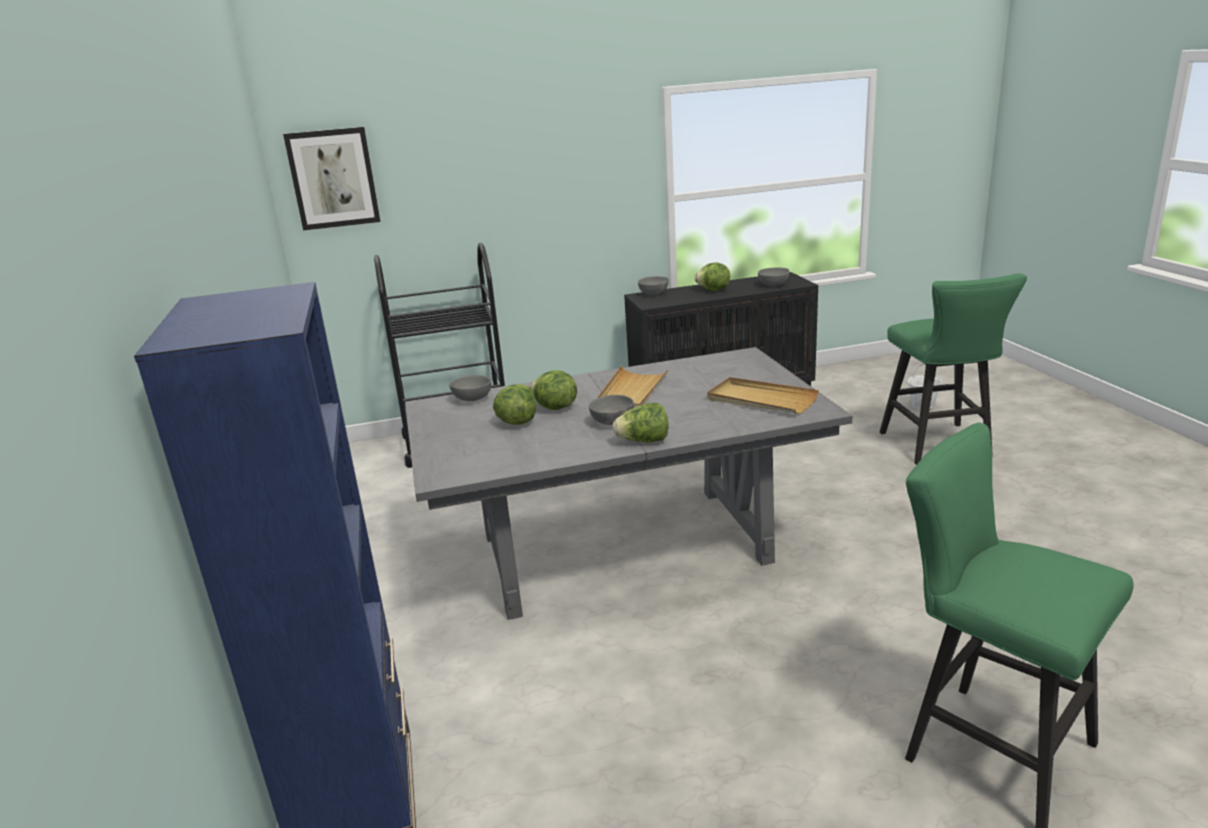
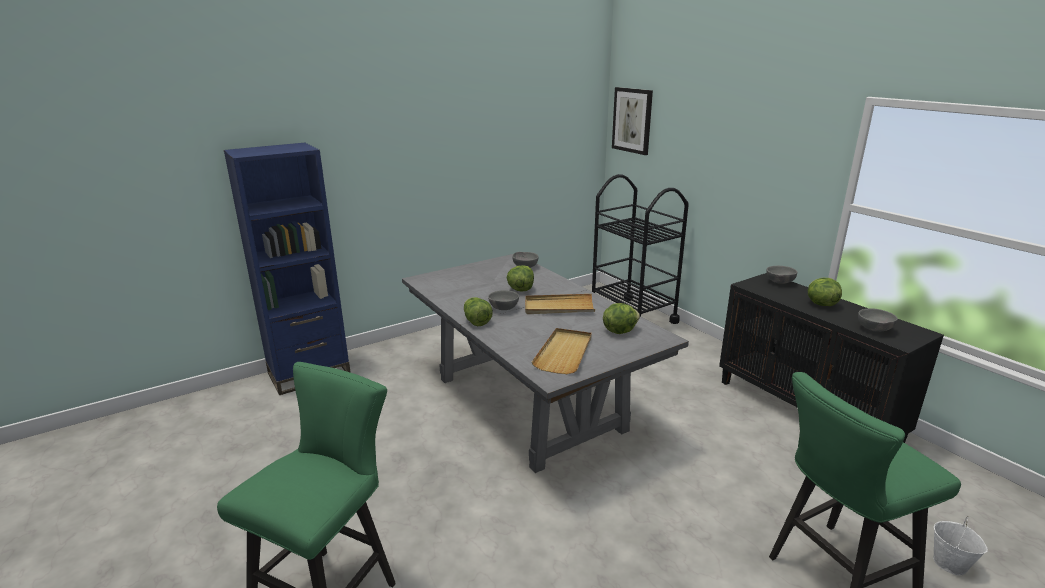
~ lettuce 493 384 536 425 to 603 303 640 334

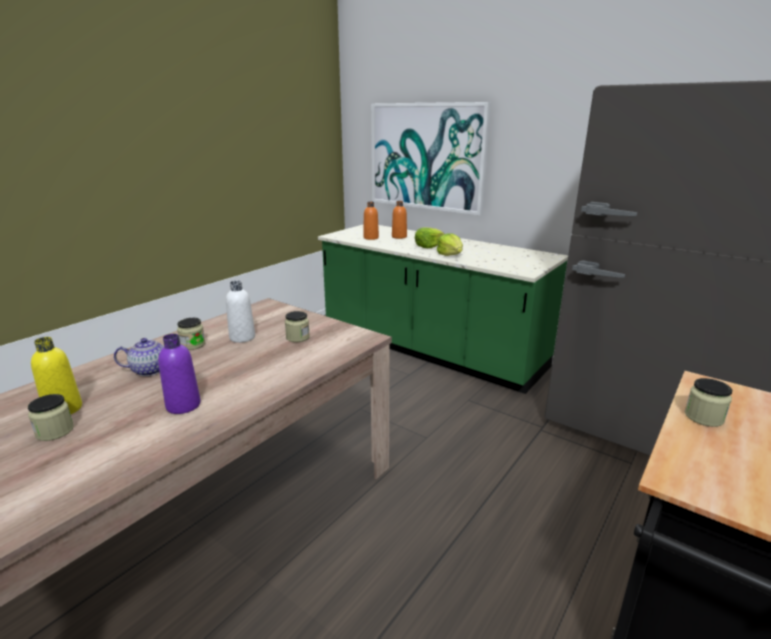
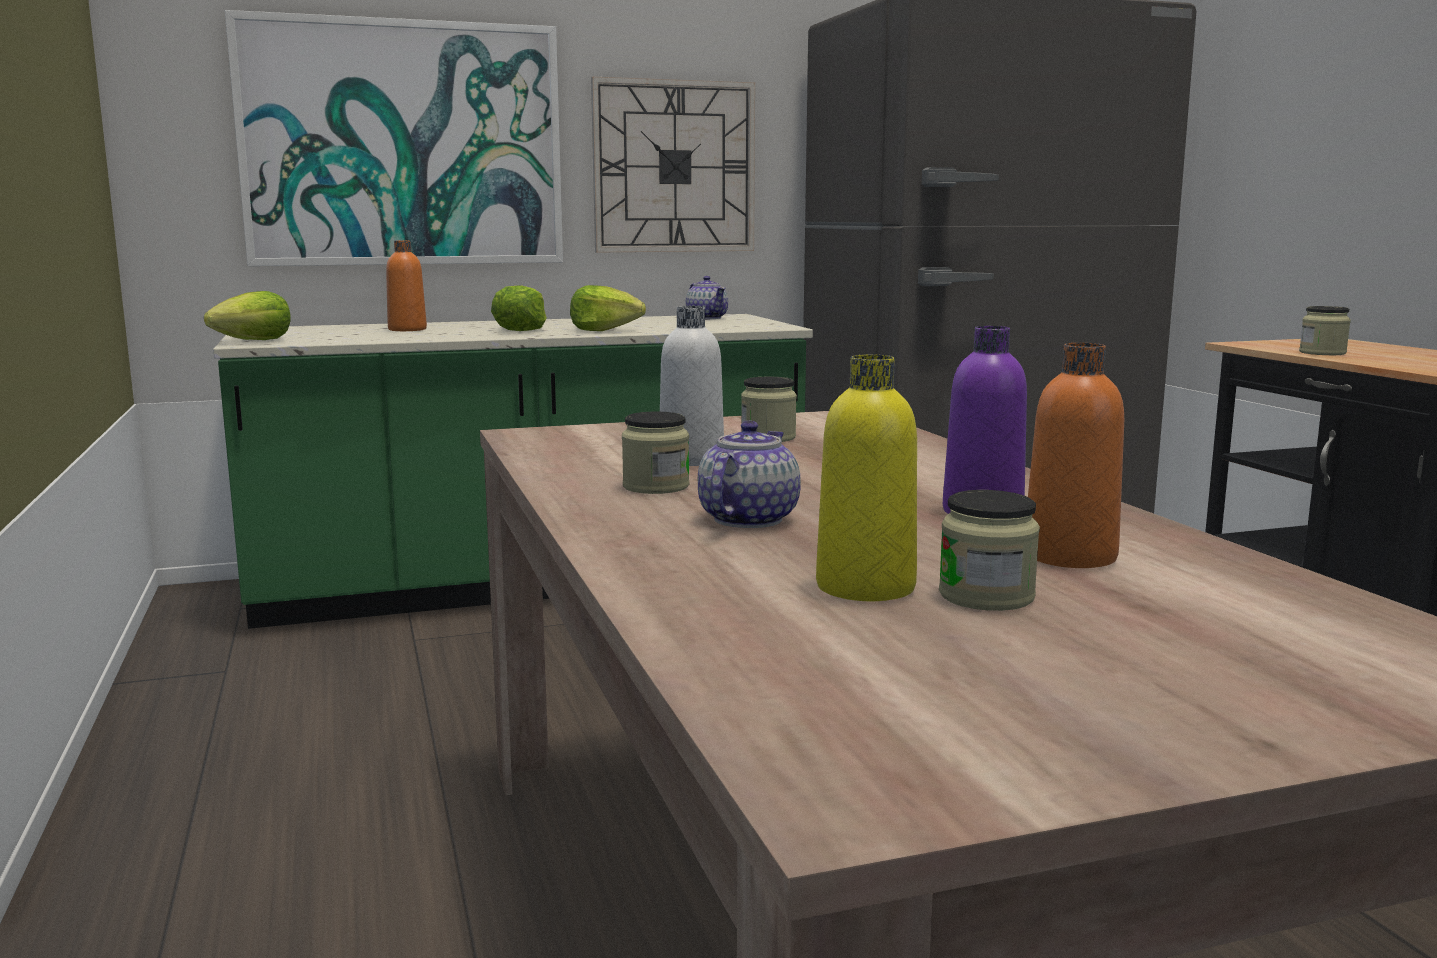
+ lettuce 204 291 291 340
+ hanging clock 591 77 755 253
+ teapot 686 276 728 319
~ orangey beverage bottle 363 202 379 240 to 1028 343 1124 568

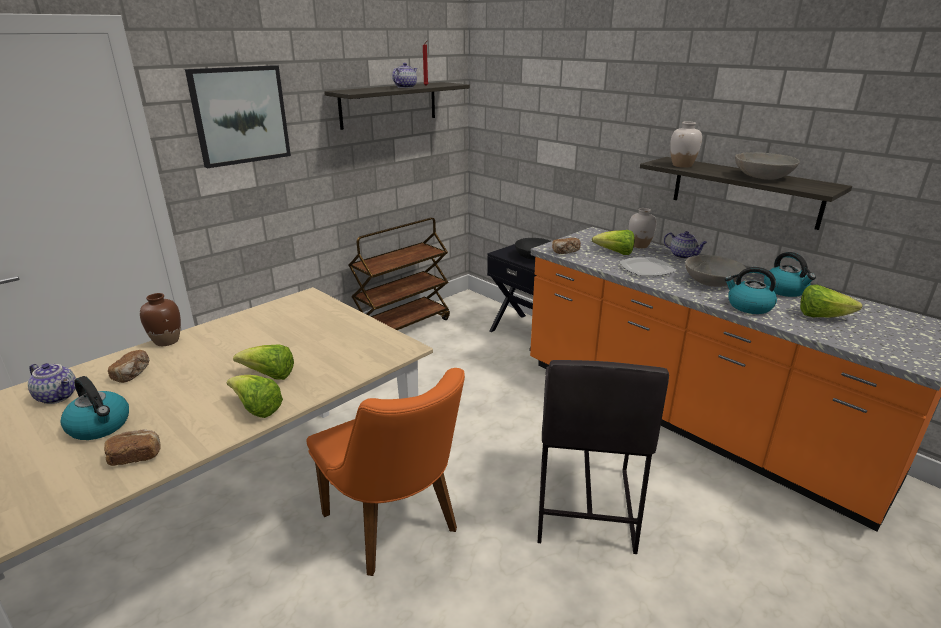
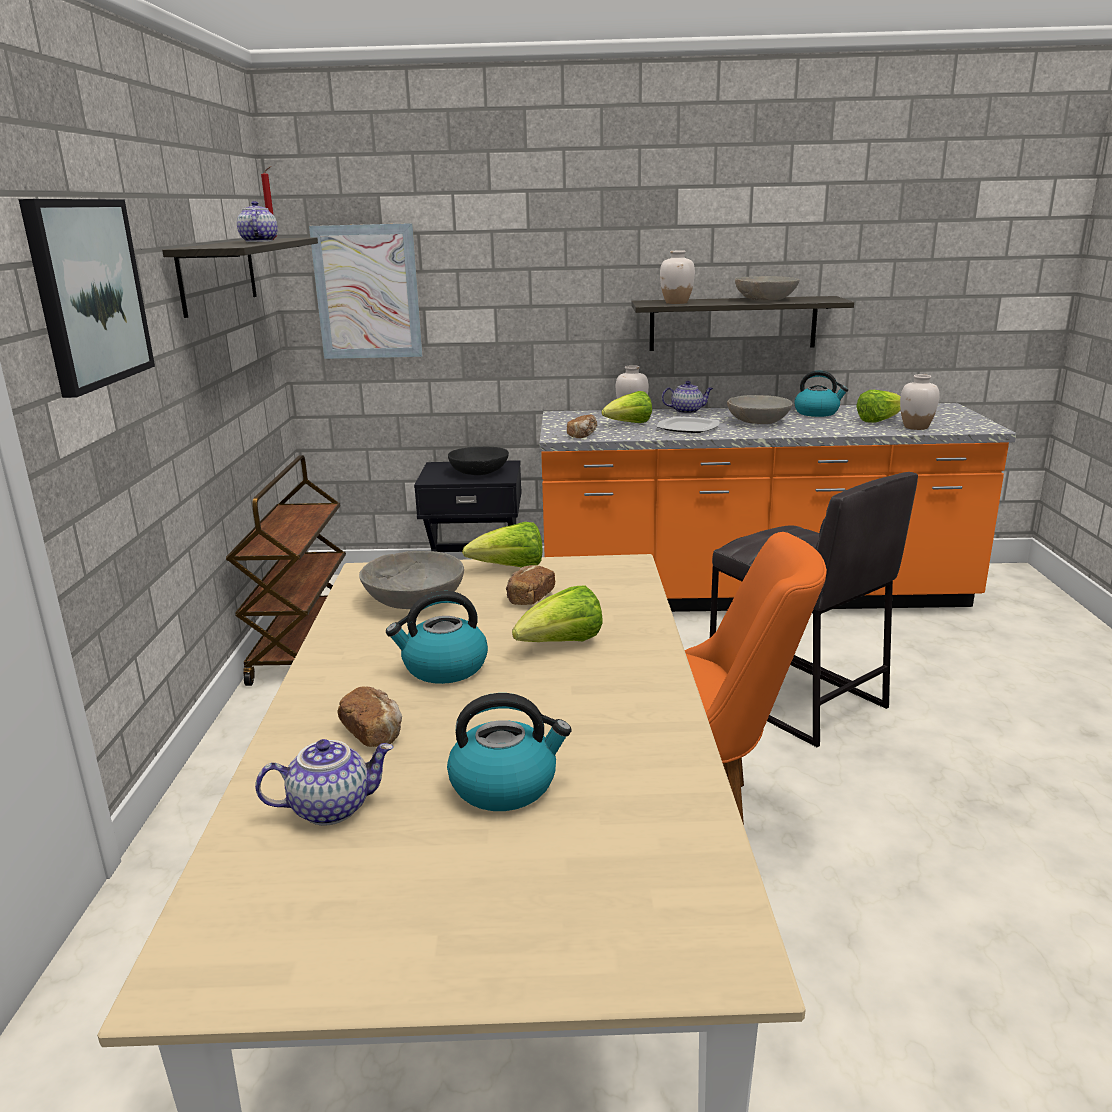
+ picture 309 223 422 359
+ greyish serving bowl 359 551 464 609
~ kettle 724 267 777 314 to 386 591 488 684
~ lettuce 227 375 283 418 to 462 522 542 568
~ bakery bread 104 429 161 466 to 506 565 555 605
+ white-coloured vase 900 374 940 430
- brown vase 140 293 181 346

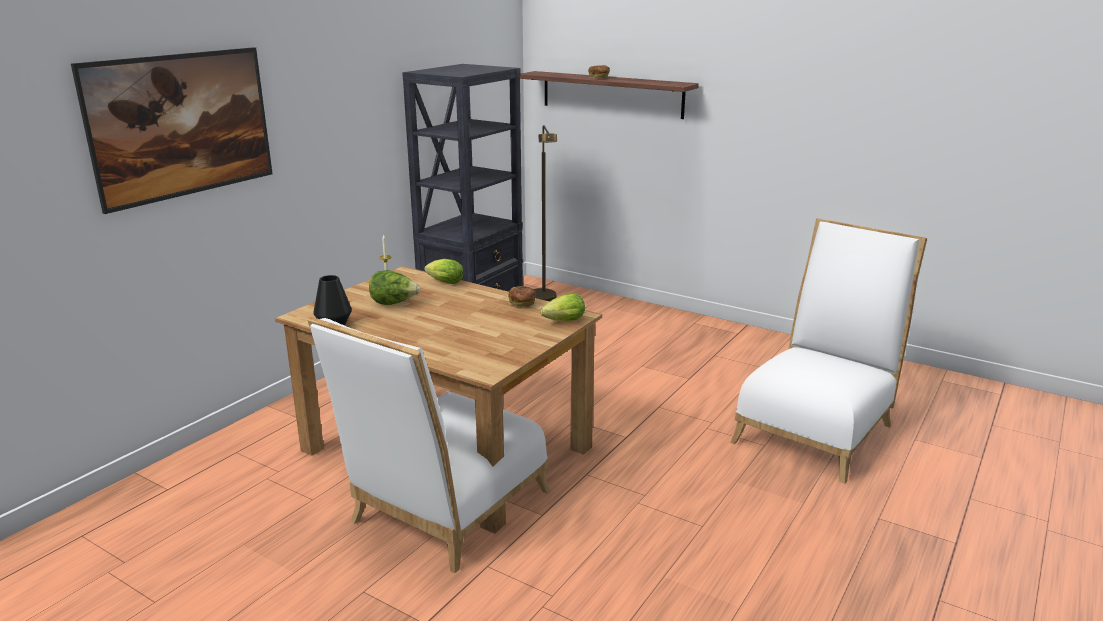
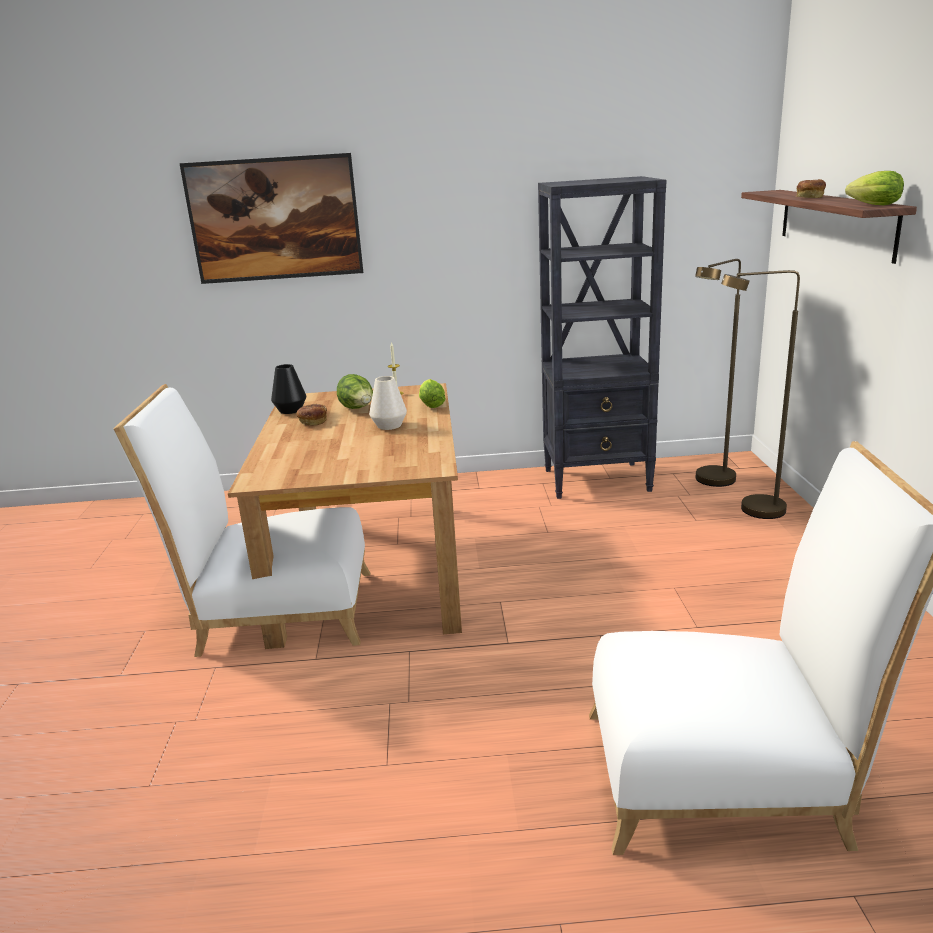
~ bakery bread 508 286 536 307 to 296 404 327 426
+ white-coloured vase 369 376 407 430
+ brown floor lamp 721 270 800 519
~ lettuce 540 293 585 321 to 845 171 904 205

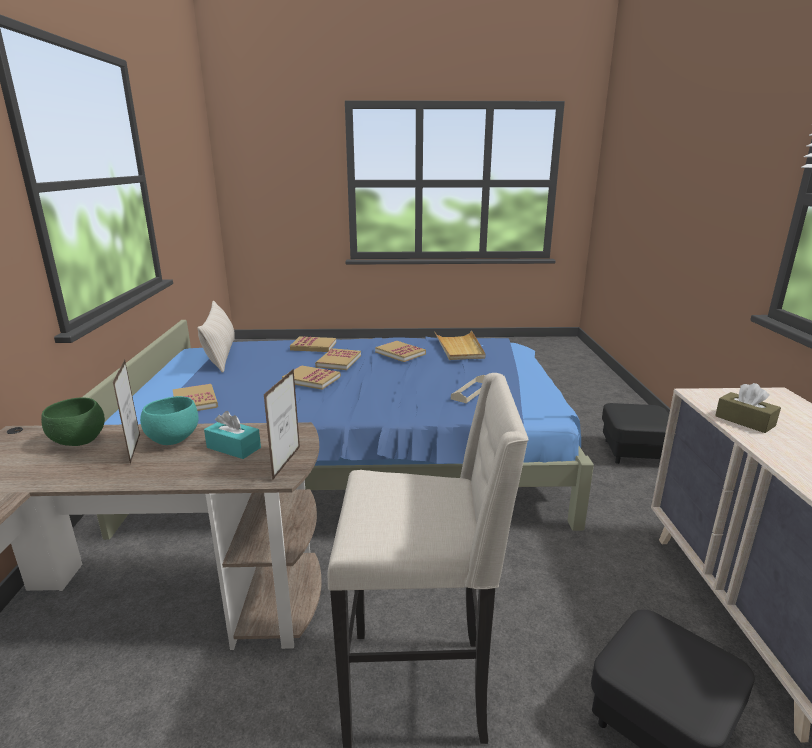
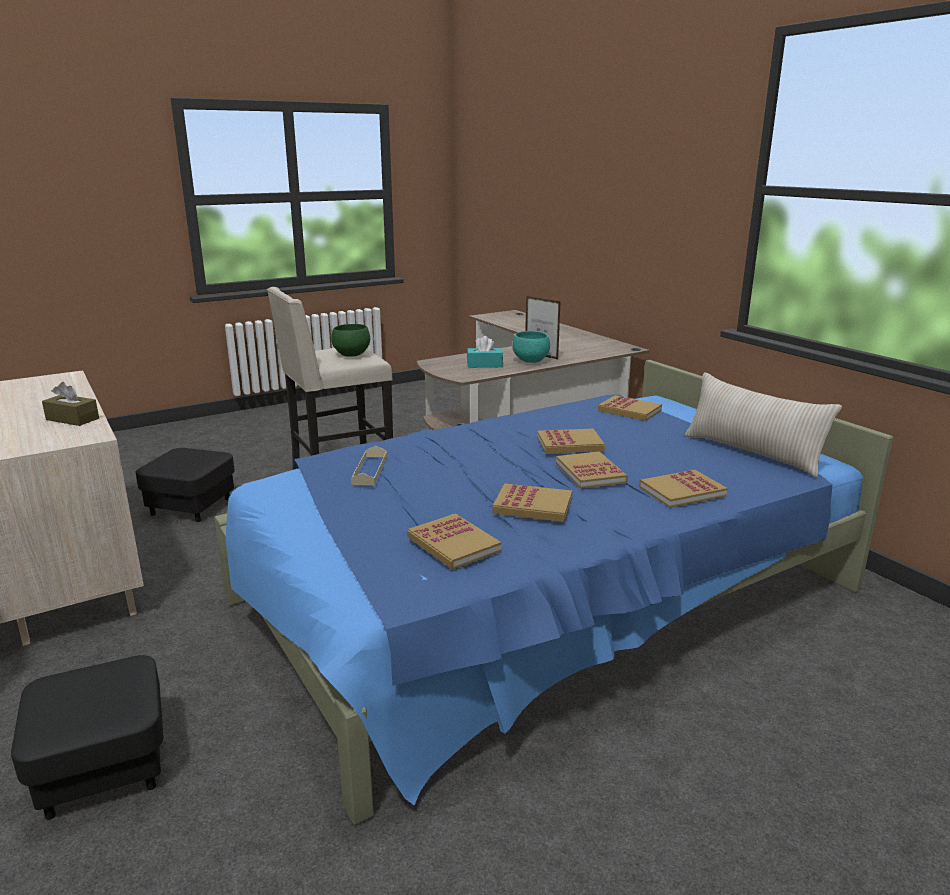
~ green-coloured serving bowl 41 398 105 446 to 331 324 370 357
~ beige tray 435 330 485 360 to book 407 513 501 570
- picture frame 264 368 300 480

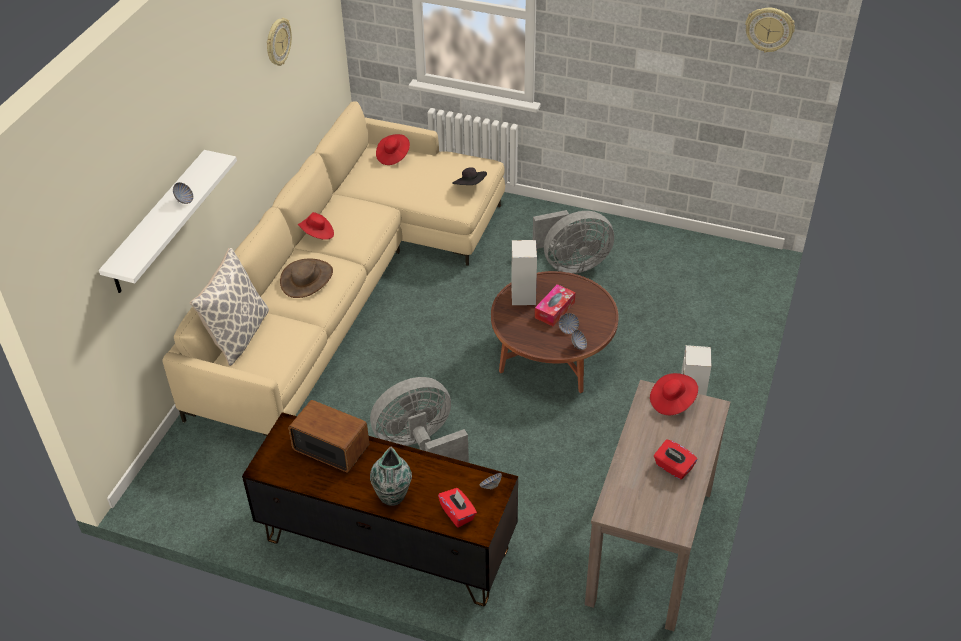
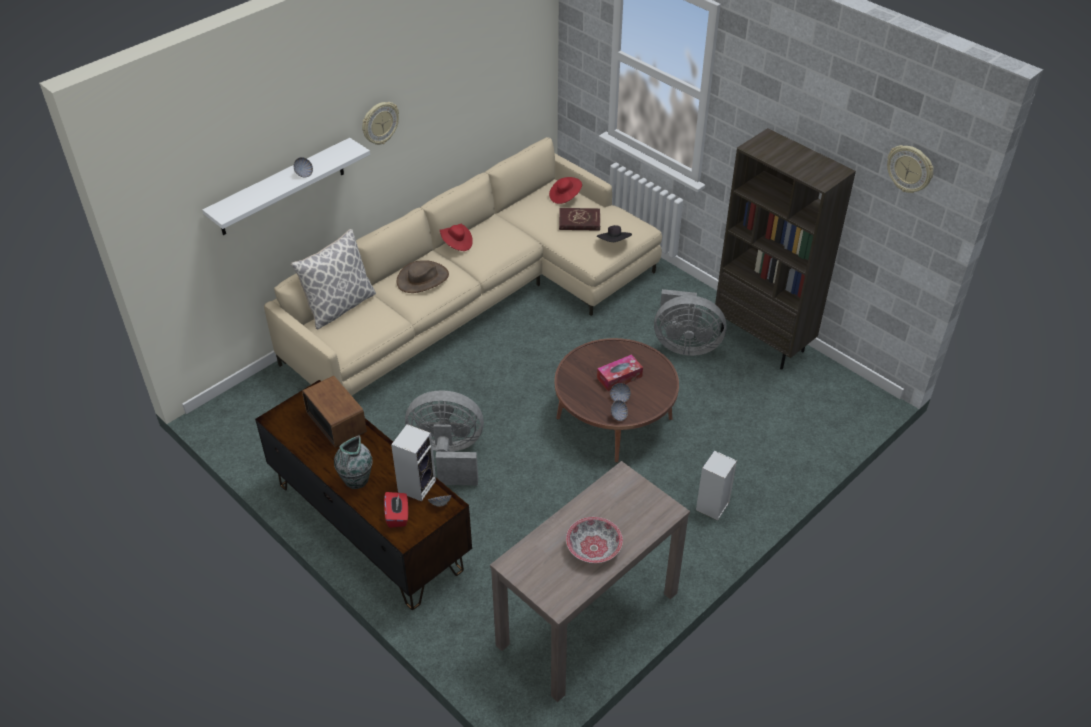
~ hanging clock 267 18 292 66 to 362 102 399 145
~ speaker 511 240 537 305 to 391 424 436 501
+ reddish book 559 208 600 231
~ reddish tissue box 654 439 697 480 to serving bowl 566 517 623 563
+ brown bookshelf 715 128 856 370
- reddish hat 650 373 698 415

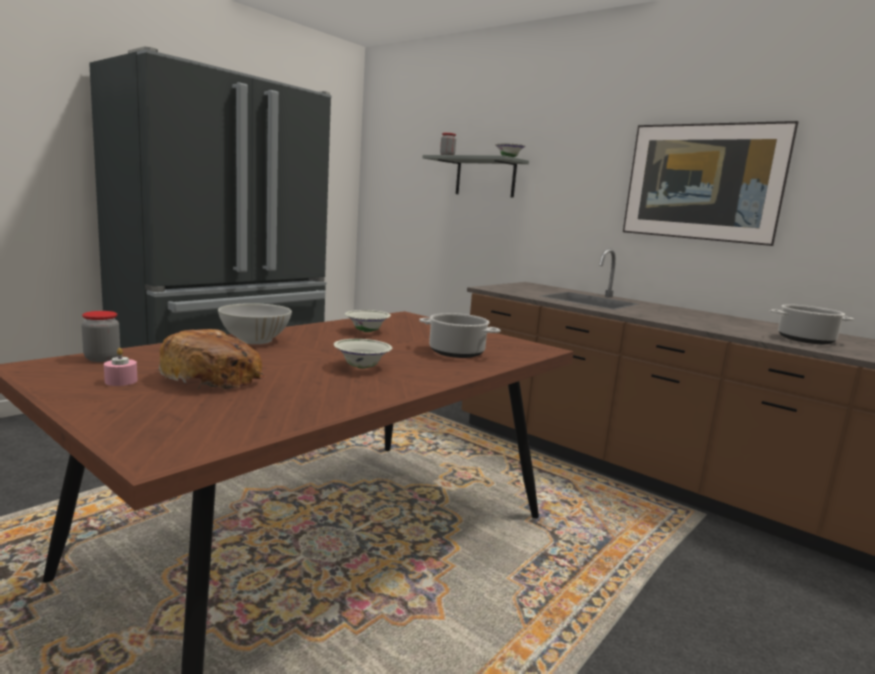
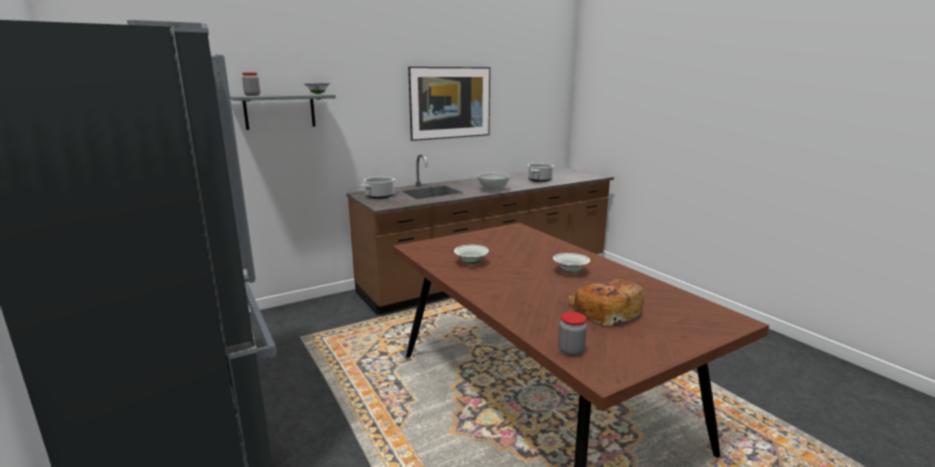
~ stockpot 419 313 501 358 to 361 176 396 199
~ white-coloured serving bowl 218 303 292 344 to 477 173 510 192
- pink-coloured wax candle 104 348 138 386

